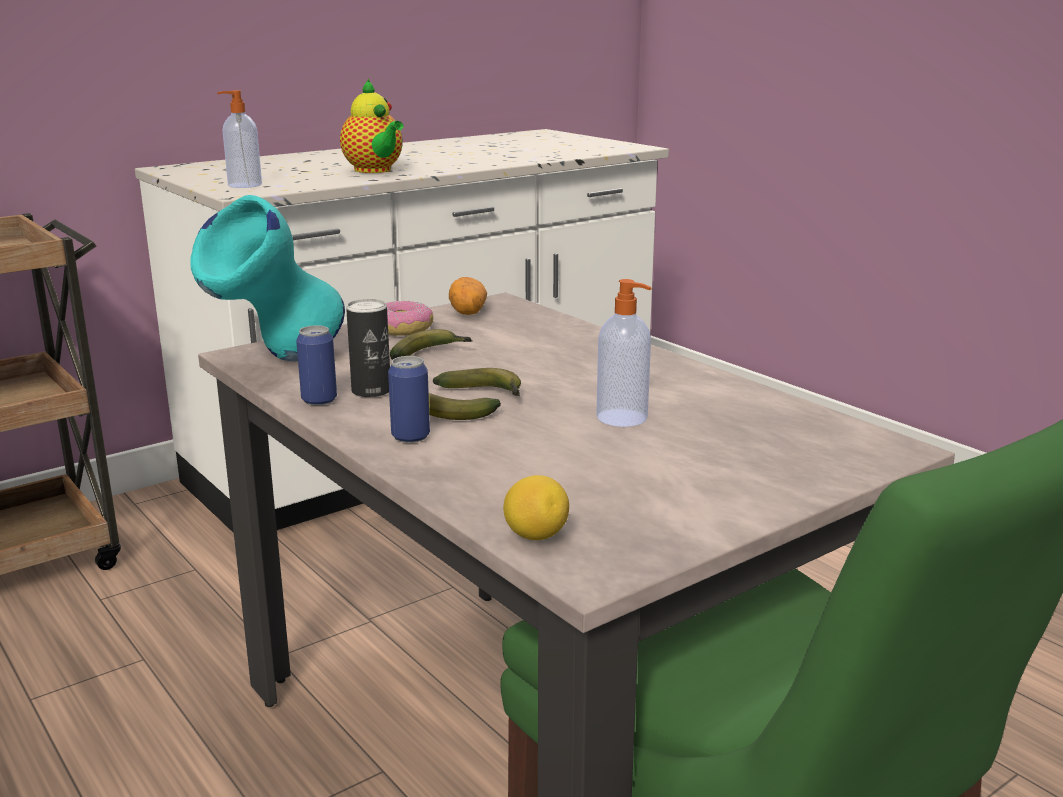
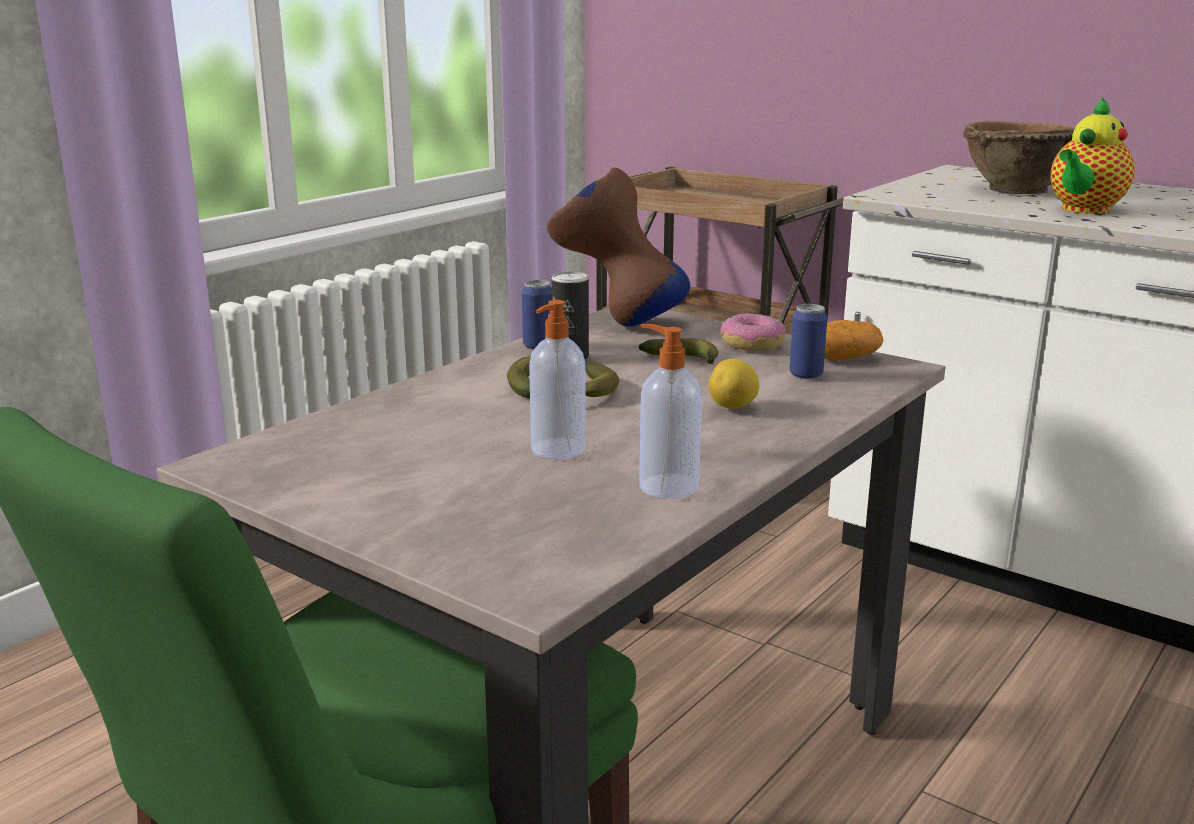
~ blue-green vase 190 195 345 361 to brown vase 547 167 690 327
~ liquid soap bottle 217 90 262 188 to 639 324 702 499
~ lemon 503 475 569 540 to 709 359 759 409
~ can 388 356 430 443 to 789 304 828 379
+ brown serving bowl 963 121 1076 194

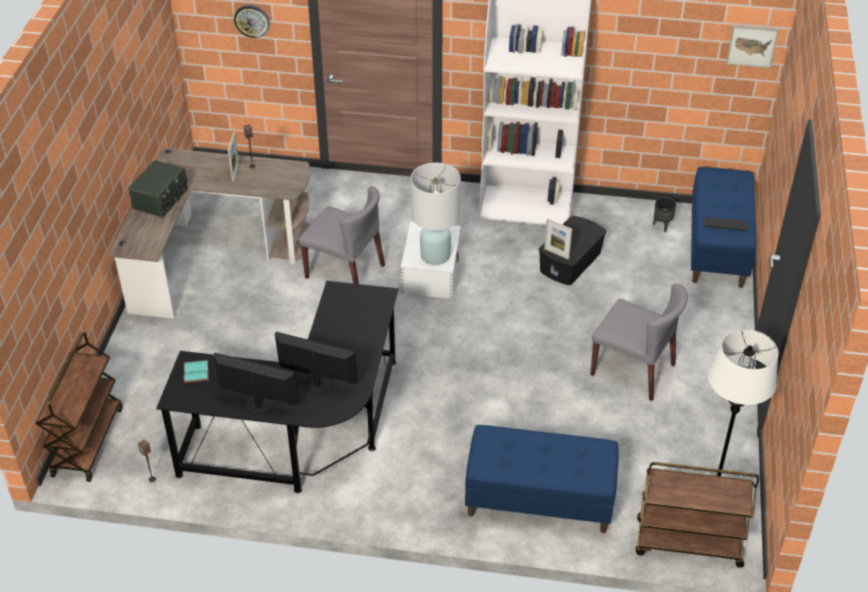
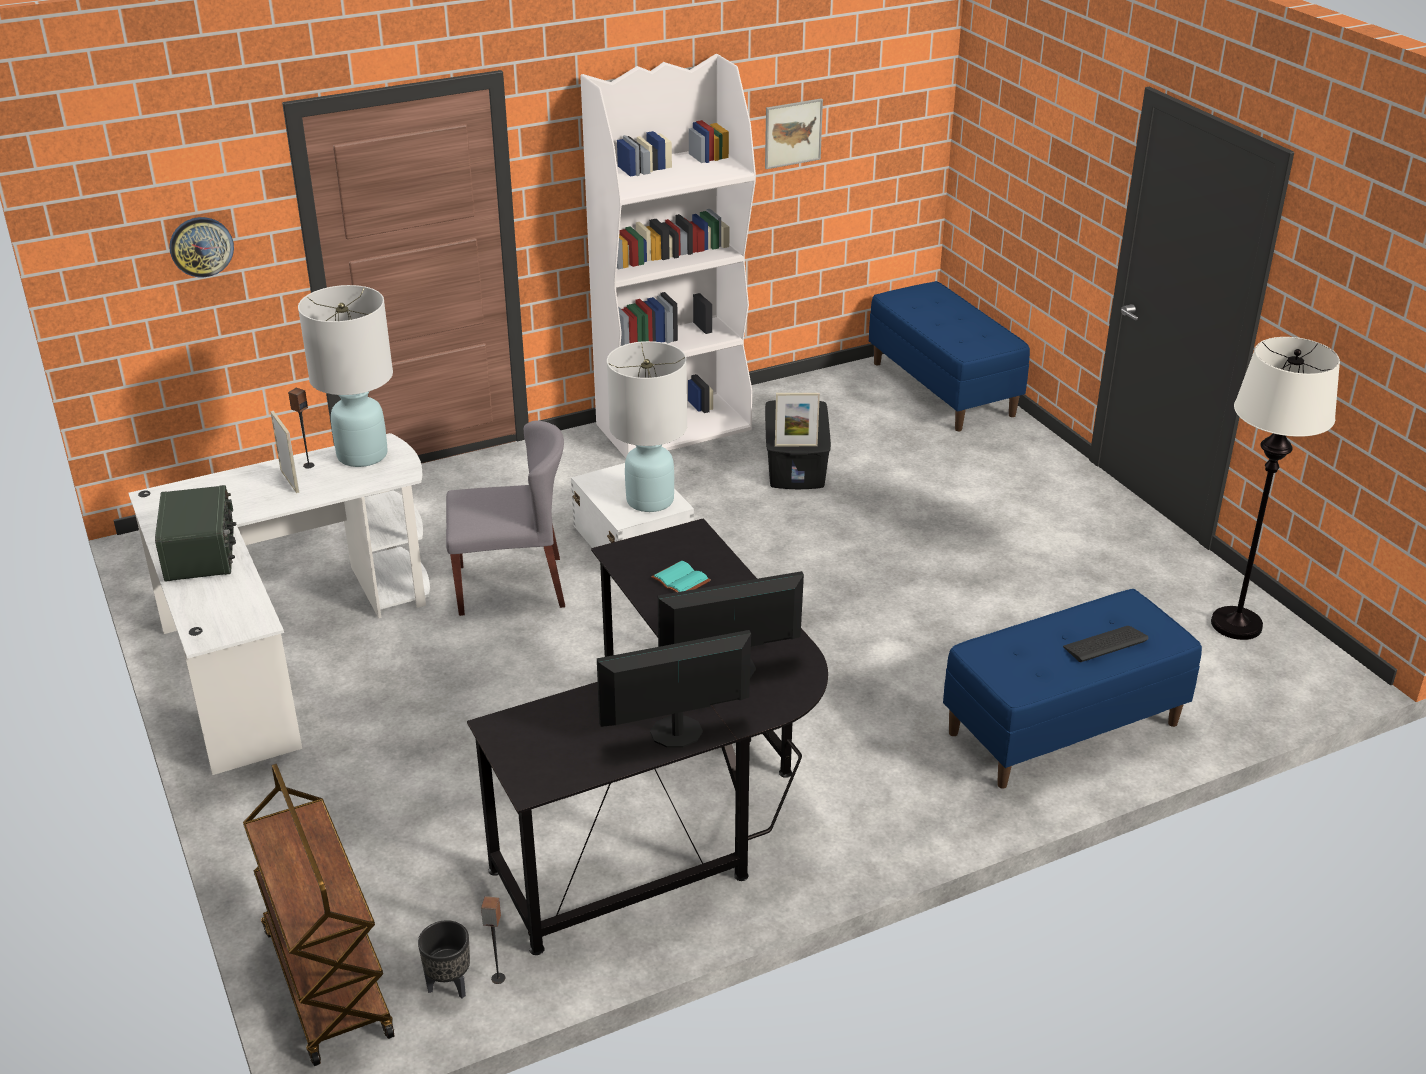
~ brown desk table 108 148 311 319 to white-coloured desk table 128 433 430 775
+ white-coloured table lamp 298 285 393 467
~ blackish flower pot 653 197 677 232 to 418 920 470 998
~ blue-green book 184 360 209 383 to 651 561 711 592
~ picture 726 26 779 68 to 765 98 823 169
~ computer keyboard 704 217 749 231 to 1063 626 1149 662
- greyish upright chair 590 284 688 401
- brown wheeled cart 636 462 759 568

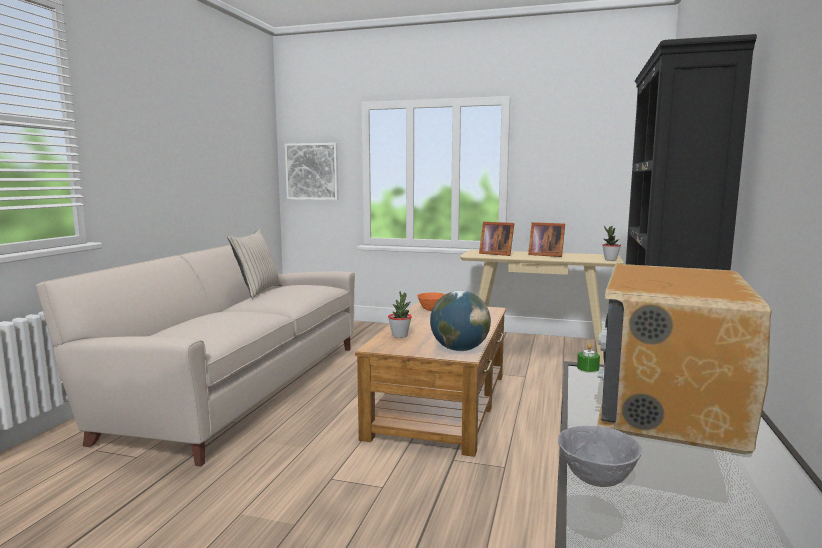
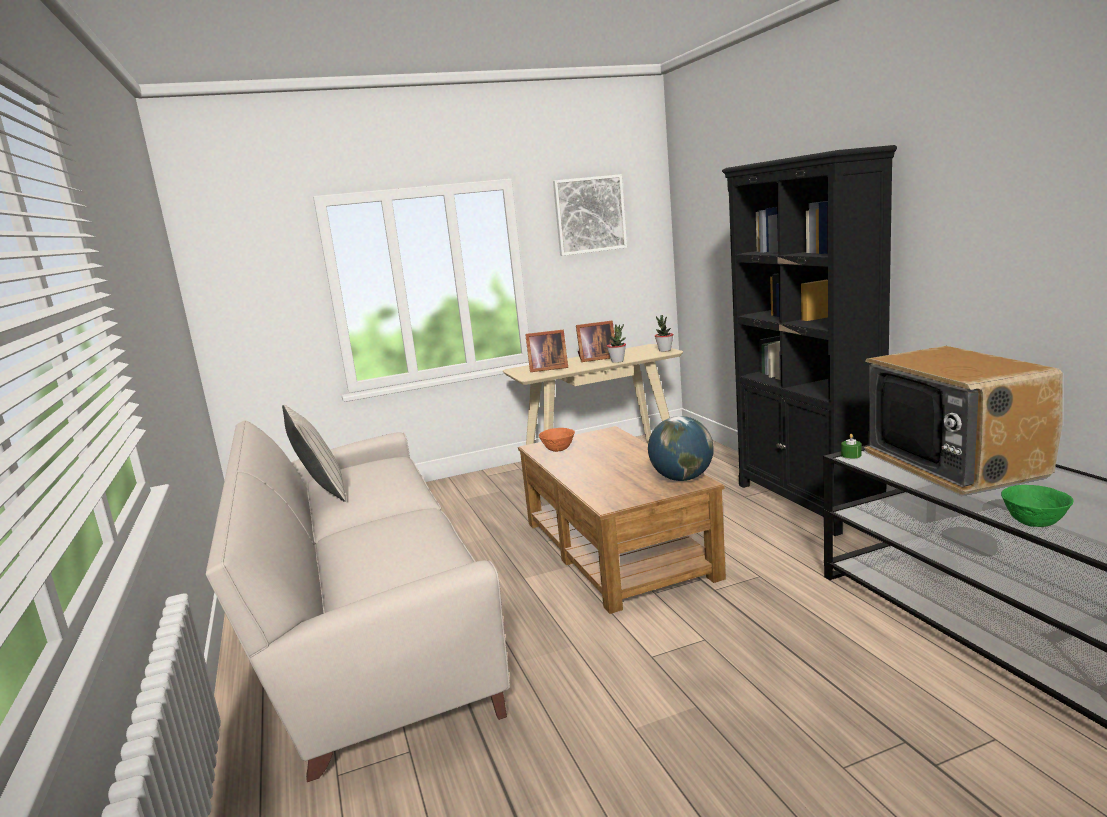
~ picture 285 143 339 200 to 553 174 627 256
~ houseplant 388 291 412 338 to 607 324 626 363
~ greyish serving bowl 558 426 642 487 to green-coloured serving bowl 1001 485 1074 527

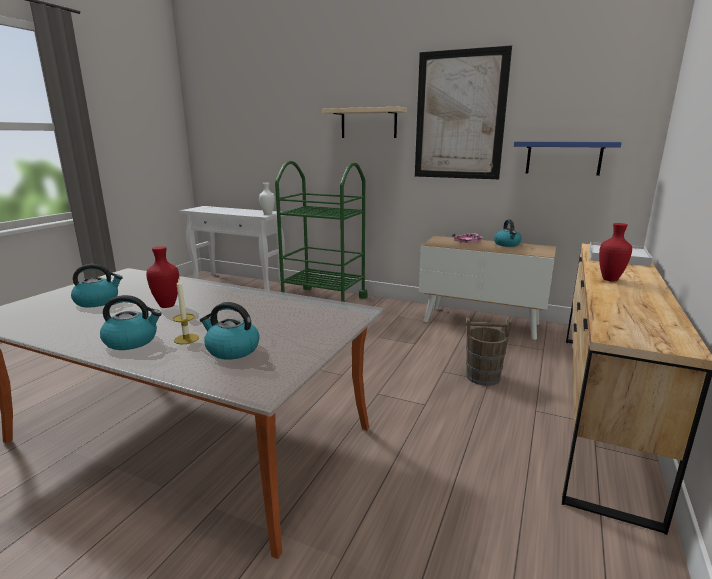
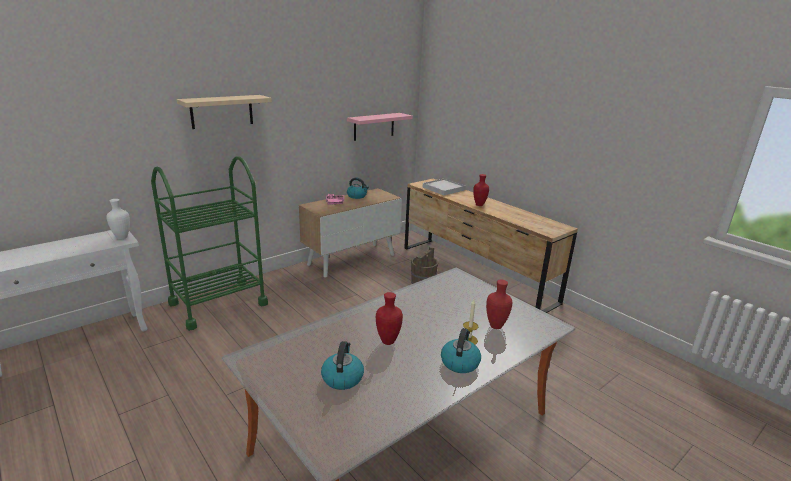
~ bluish wall shelf 514 141 622 176 to pink-coloured wall shelf 347 113 413 141
~ kettle 200 302 260 360 to reddish vase 486 280 513 329
- picture 415 45 512 179

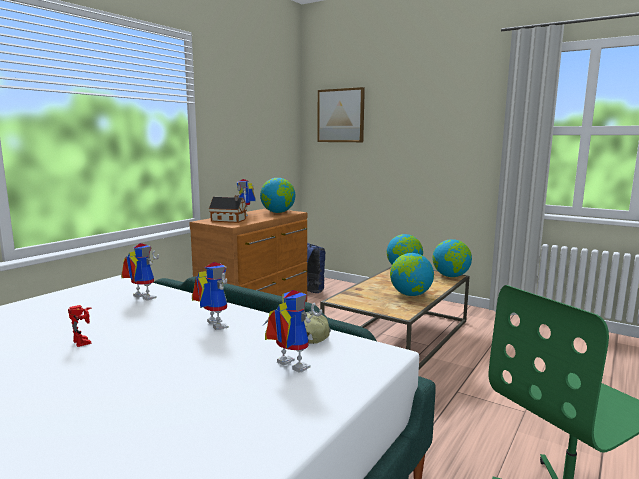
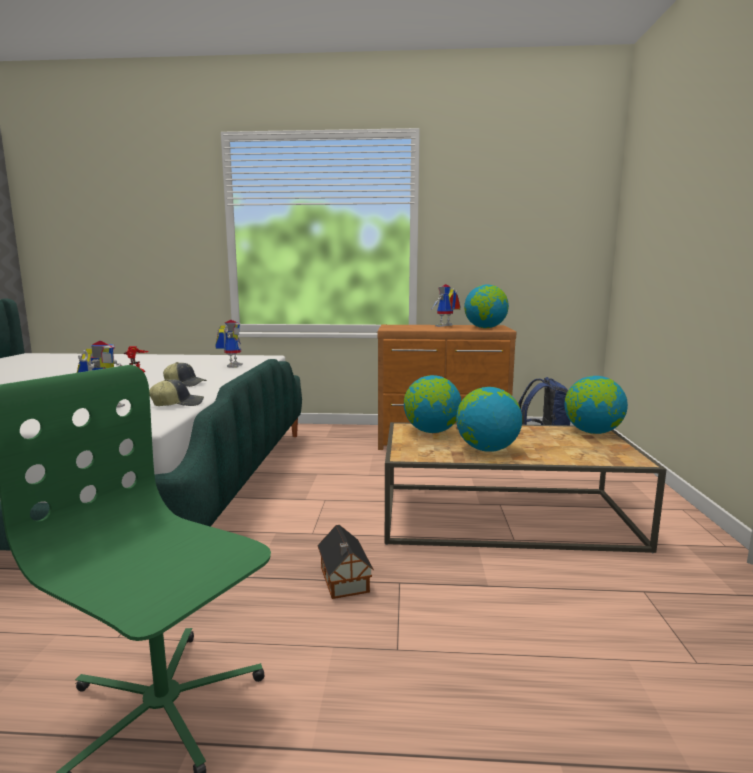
~ toy robot 192 262 229 330 to baseball cap 163 362 207 387
~ toy house 209 195 247 223 to 318 525 374 599
~ world globe 433 239 472 277 to 404 375 461 433
- picture 317 87 365 142

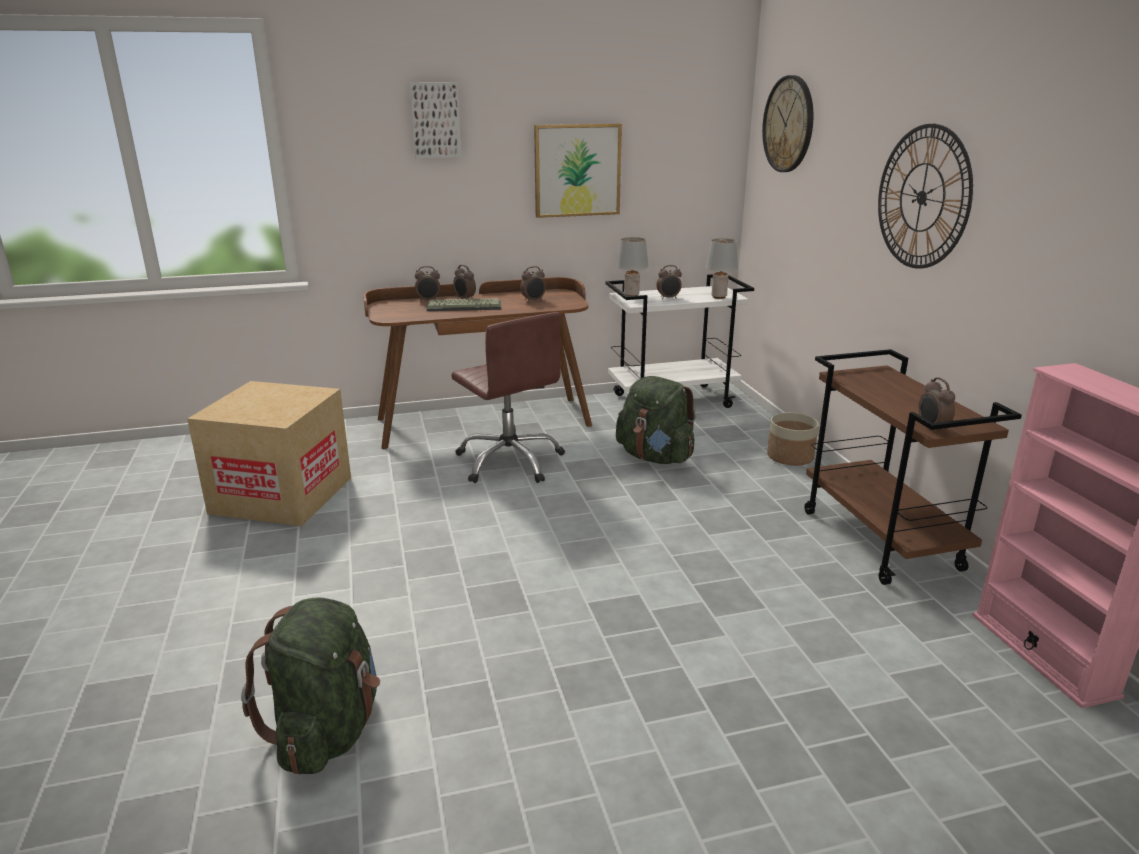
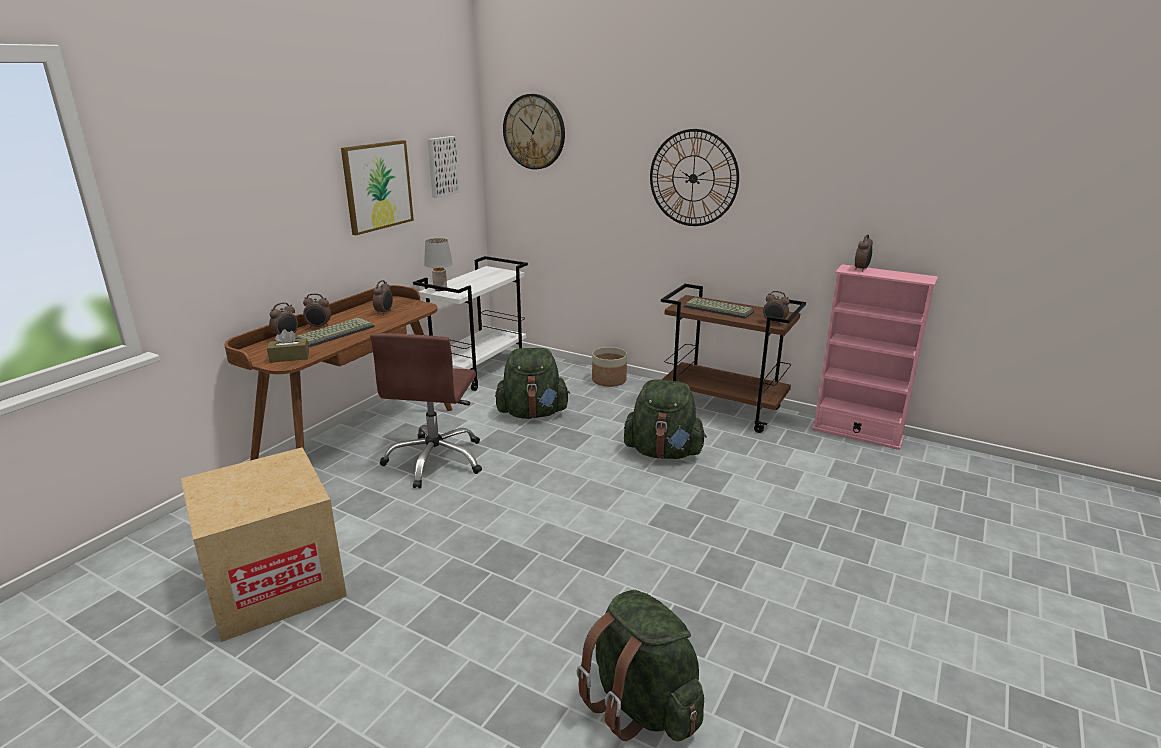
+ brown tissue box 267 329 309 363
~ brown desk chair 451 312 565 483 = 370 333 482 489 90 degrees clockwise
~ picture 409 82 461 158 to 428 136 460 198
+ green-coloured backpack 624 379 707 459
+ computer keyboard 684 297 754 319
~ table clock 657 265 682 299 to 855 235 873 272
- greyish table lamp 706 238 738 299

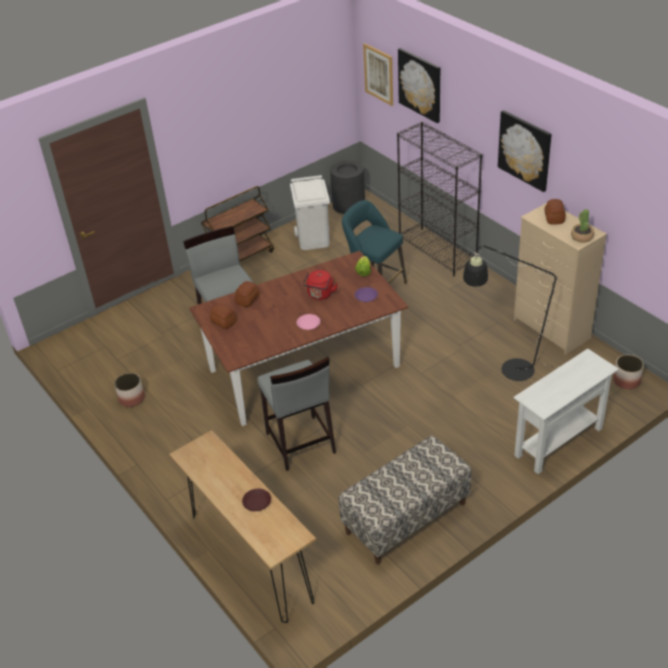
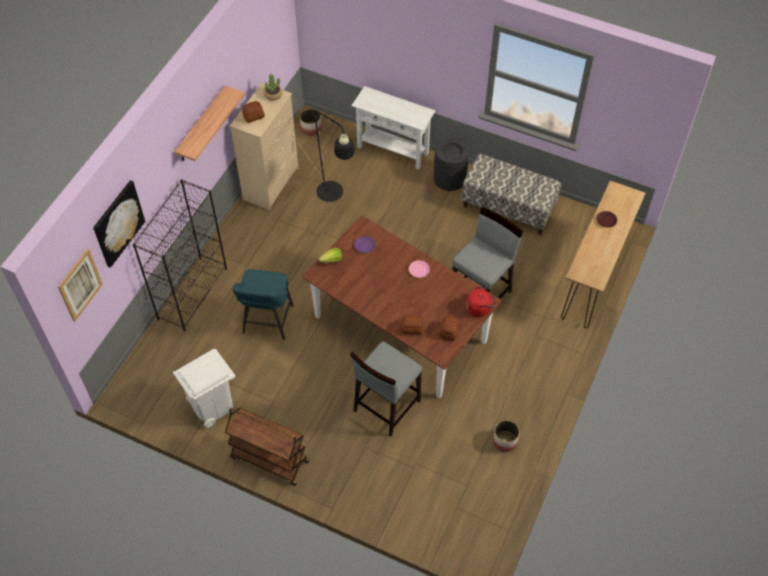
~ picture 498 110 552 192 to wall shelf 174 86 245 161
~ blackish rubbish bin 330 160 365 214 to 434 138 469 191
~ reddish kettle 303 270 338 300 to 466 285 495 317

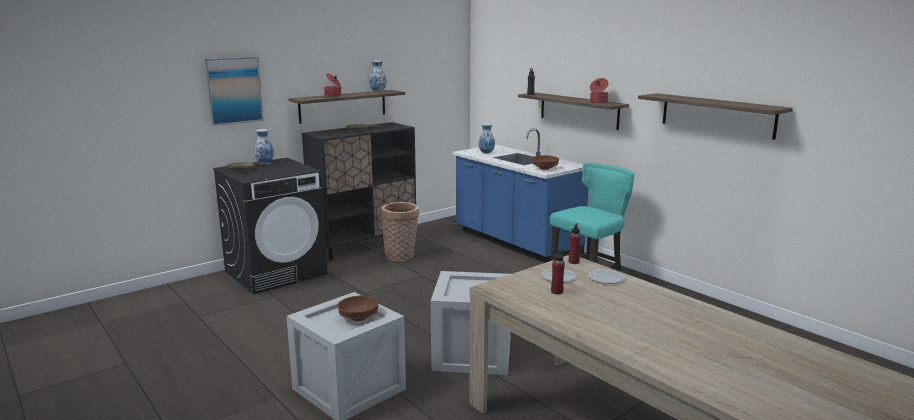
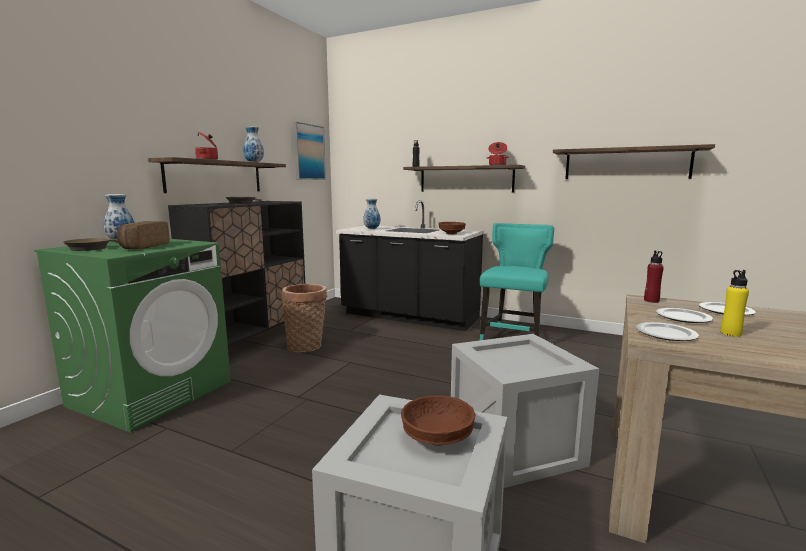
~ blackish laundry machine 213 158 328 294 to green-coloured laundry machine 34 239 231 432
+ bakery bread 116 221 169 250
~ picture 204 57 264 126 to 293 122 326 180
~ bluish counter 452 128 588 263 to blackish counter 336 200 484 331
+ plate 636 322 699 341
~ reddish beverage bottle 551 249 565 294 to yellowish beverage bottle 720 270 749 337

